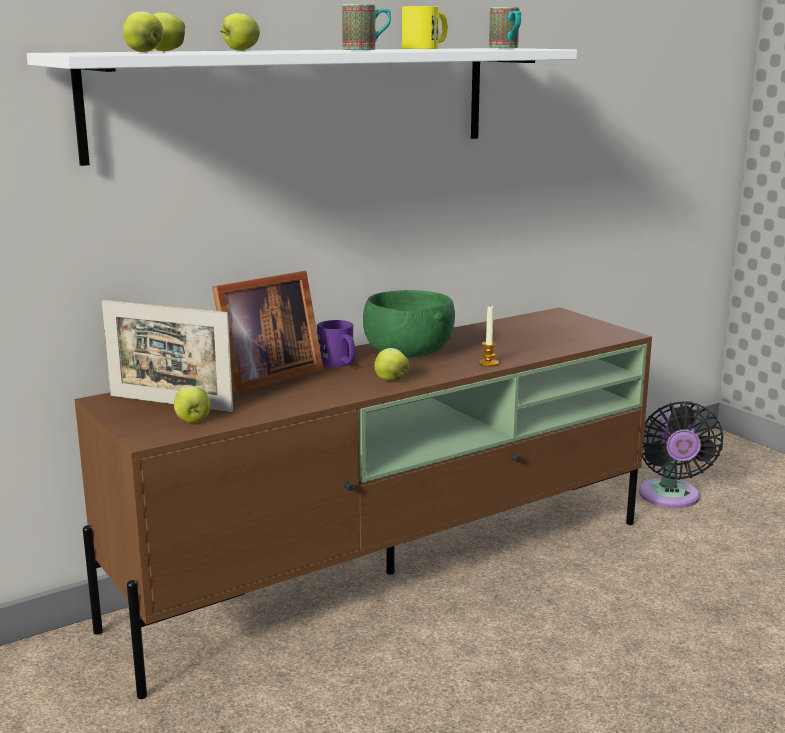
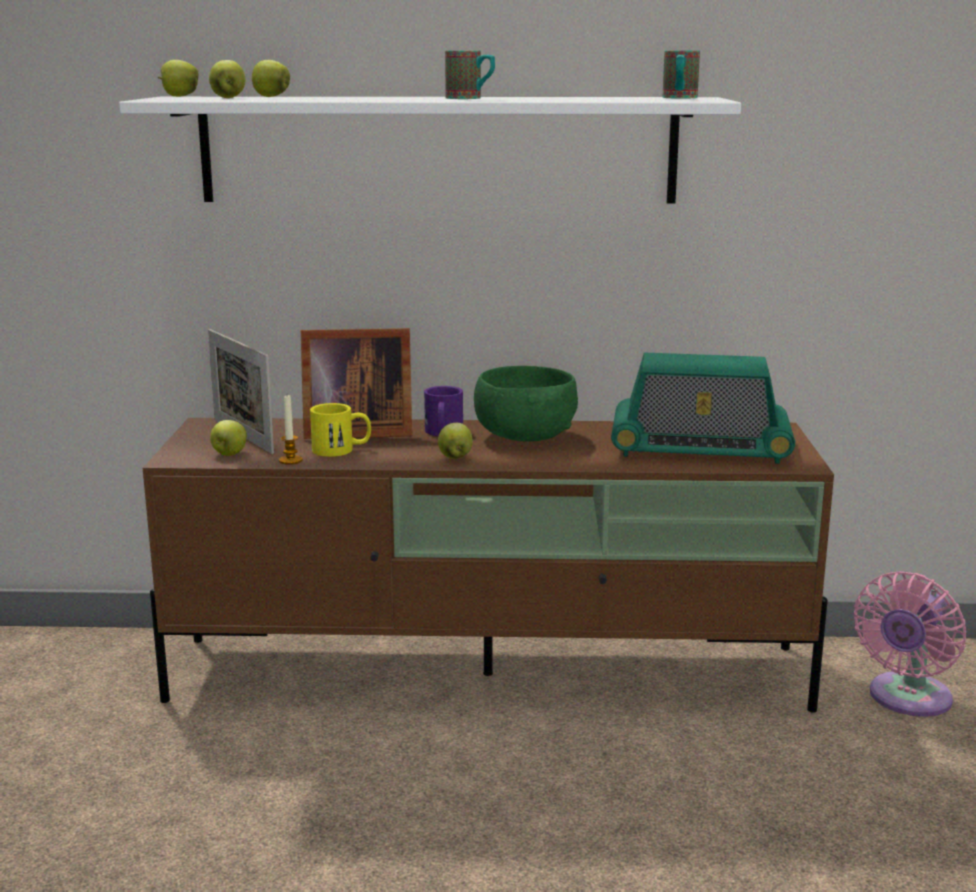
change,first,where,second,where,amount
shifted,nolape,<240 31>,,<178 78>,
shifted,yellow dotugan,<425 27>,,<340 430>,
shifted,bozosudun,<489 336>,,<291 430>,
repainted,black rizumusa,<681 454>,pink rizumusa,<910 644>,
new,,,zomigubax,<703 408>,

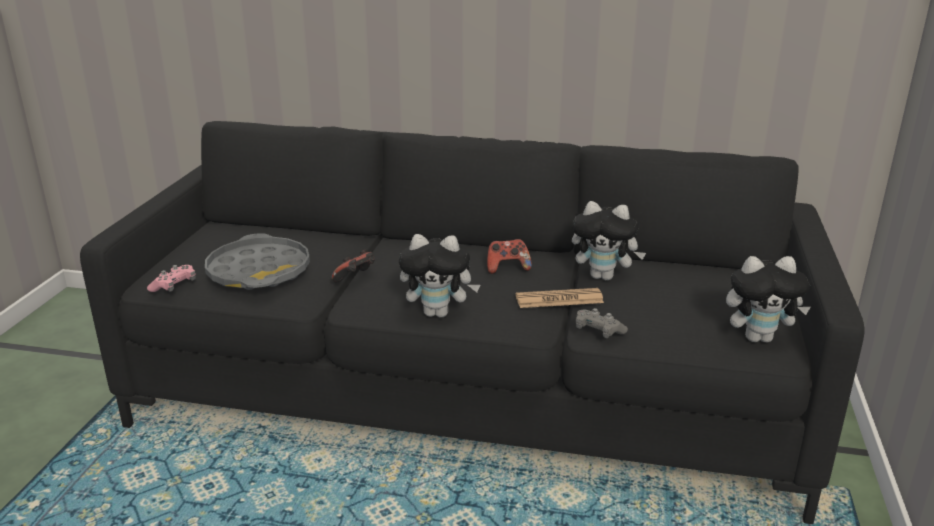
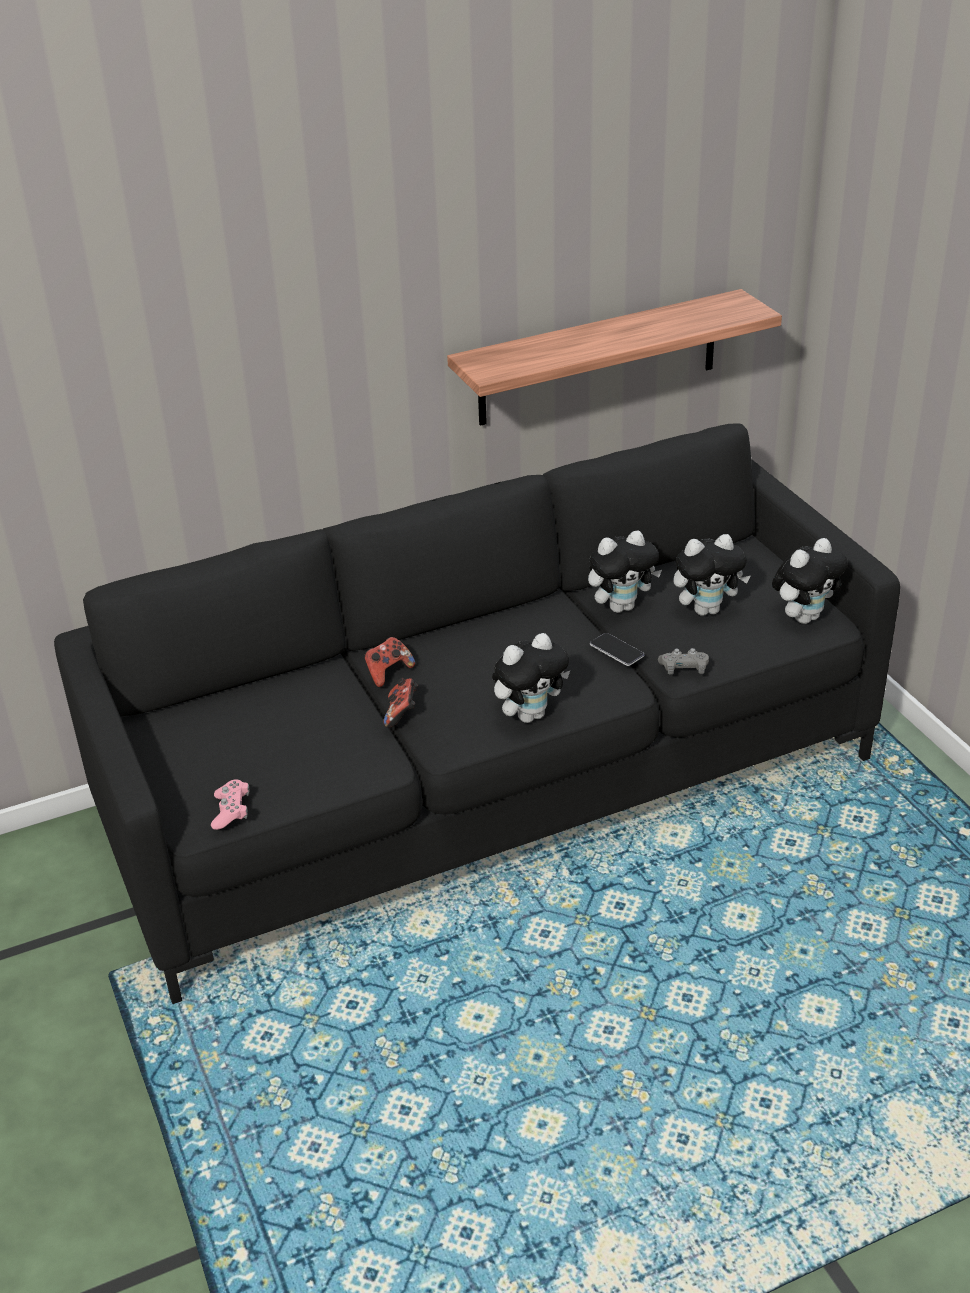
change,first,where,second,where,amount
gone,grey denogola,<257 261>,,,
shifted,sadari,<509 256>,,<389 662>,
swapped,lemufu,<560 298>,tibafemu,<617 649>,
new,,,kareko,<614 357>,
new,,,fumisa,<711 575>,

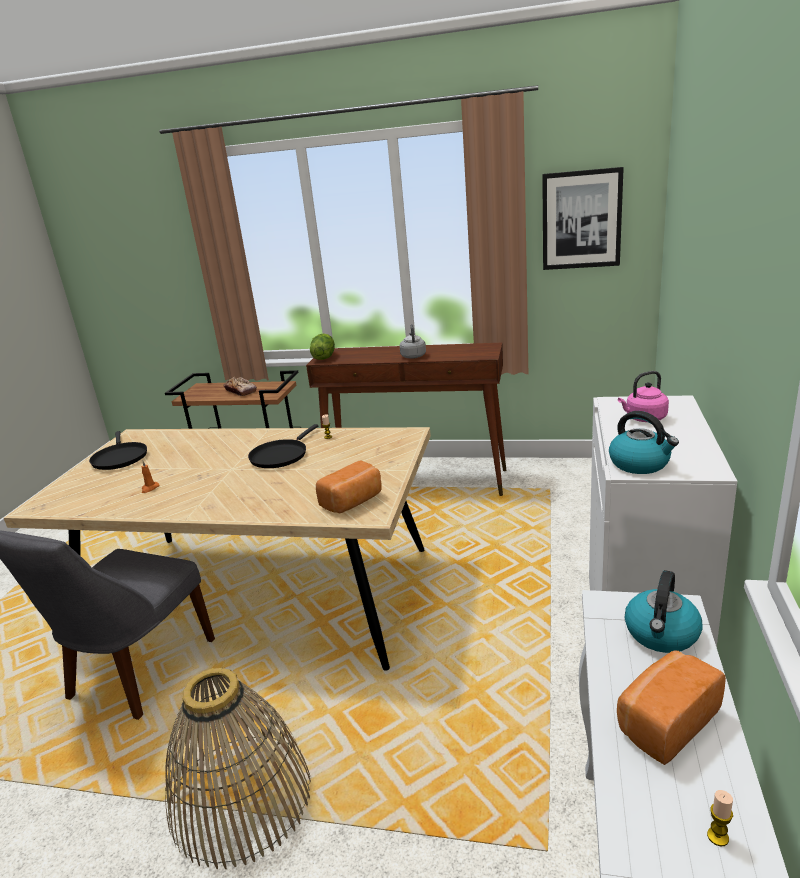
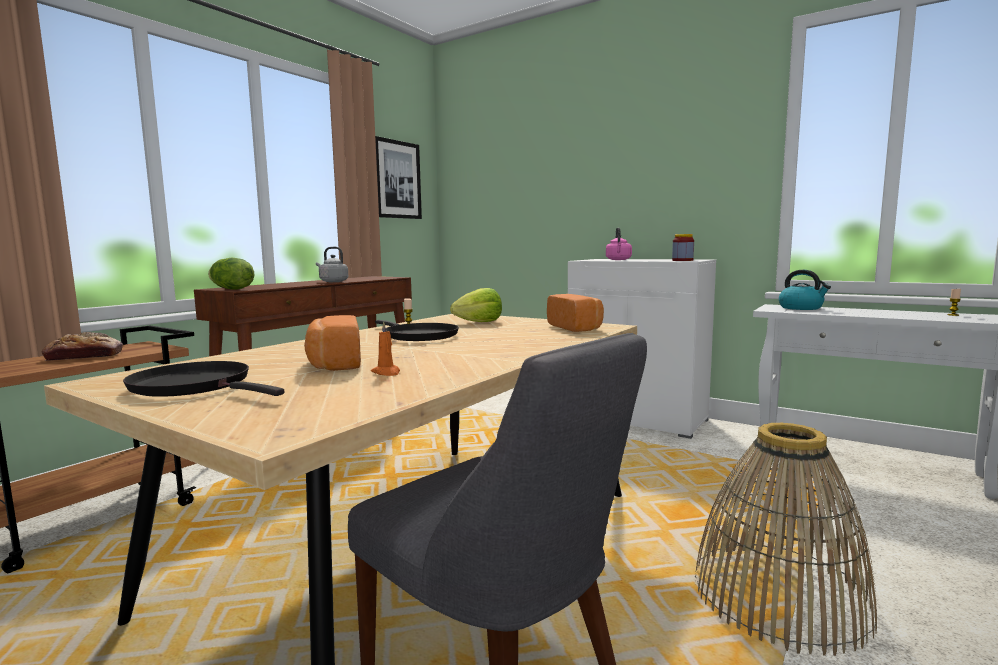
change,first,where,second,where,amount
rotated,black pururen,<118 450>,,<203 379>,150 degrees counterclockwise
swapped,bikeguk,<644 442>,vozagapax,<683 247>,
shifted,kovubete,<671 707>,,<332 343>,
new,,,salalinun,<476 305>,

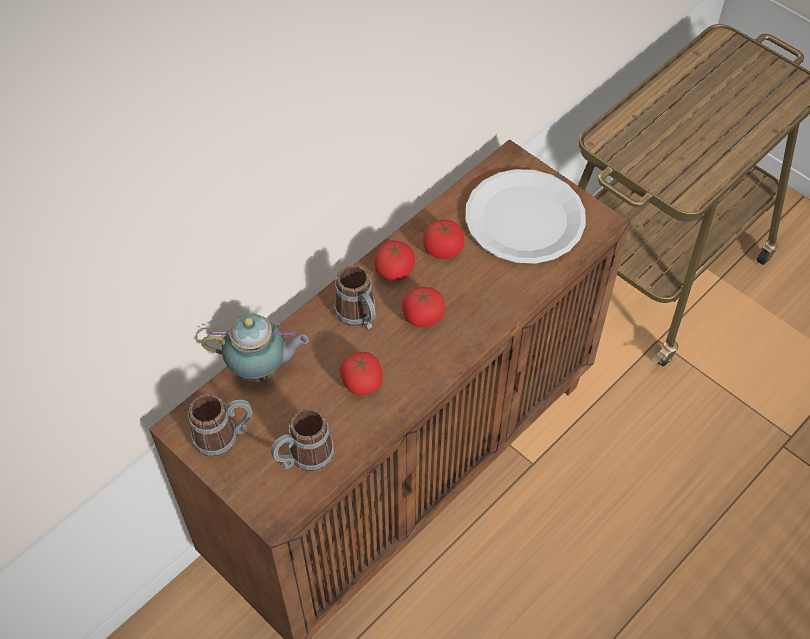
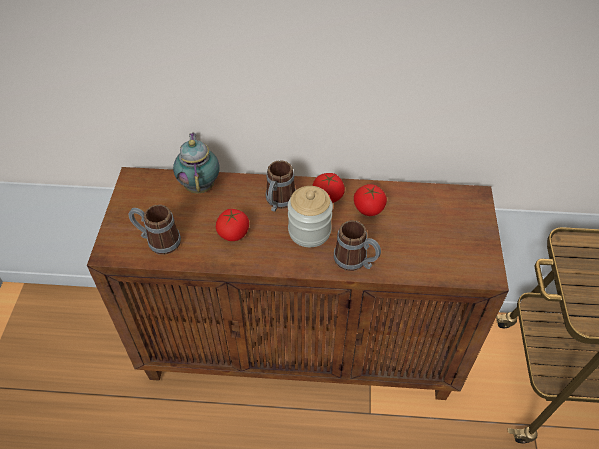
change,first,where,second,where,amount
shifted,dotugan,<220 425>,,<357 245>,
rotated,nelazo,<255 347>,,<196 163>,150 degrees counterclockwise
swapped,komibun,<423 307>,vozagapax,<310 216>,
gone,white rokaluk,<525 216>,,,

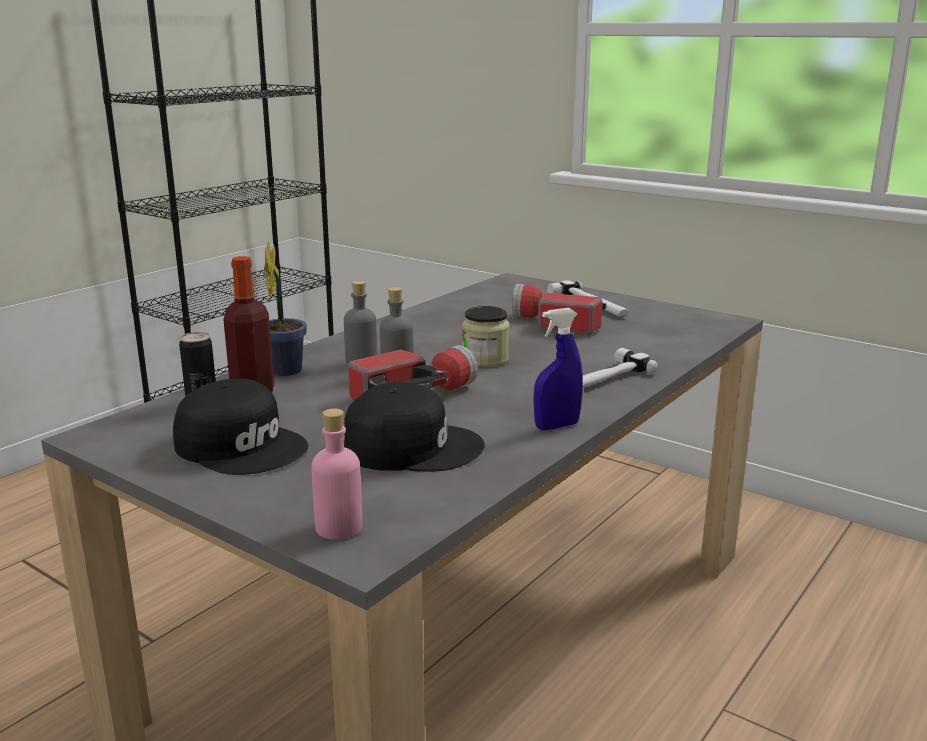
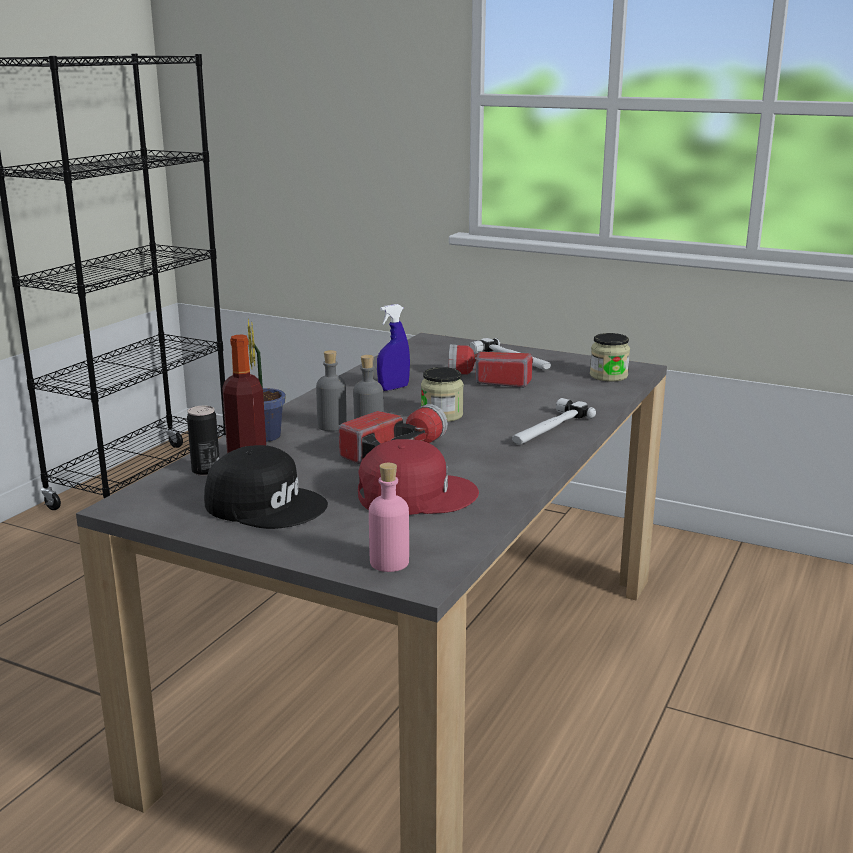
change,first,where,second,where,amount
repainted,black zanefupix,<414 427>,red zanefupix,<418 477>,
shifted,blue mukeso,<558 369>,,<393 347>,
new,,,vozagapax,<610 357>,

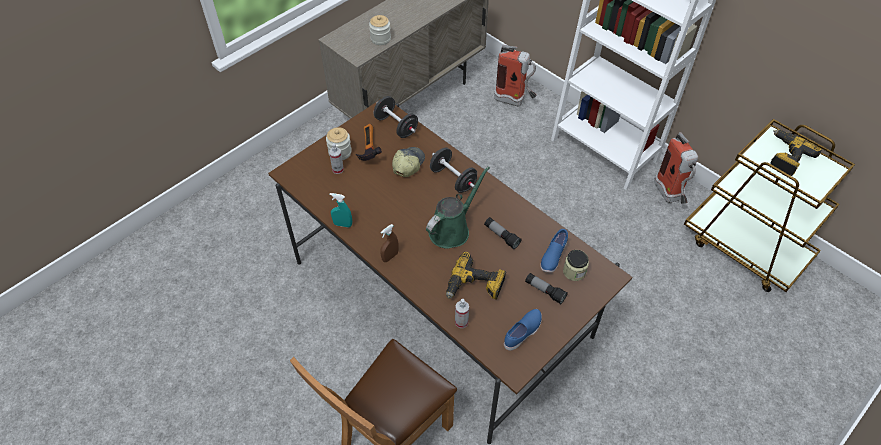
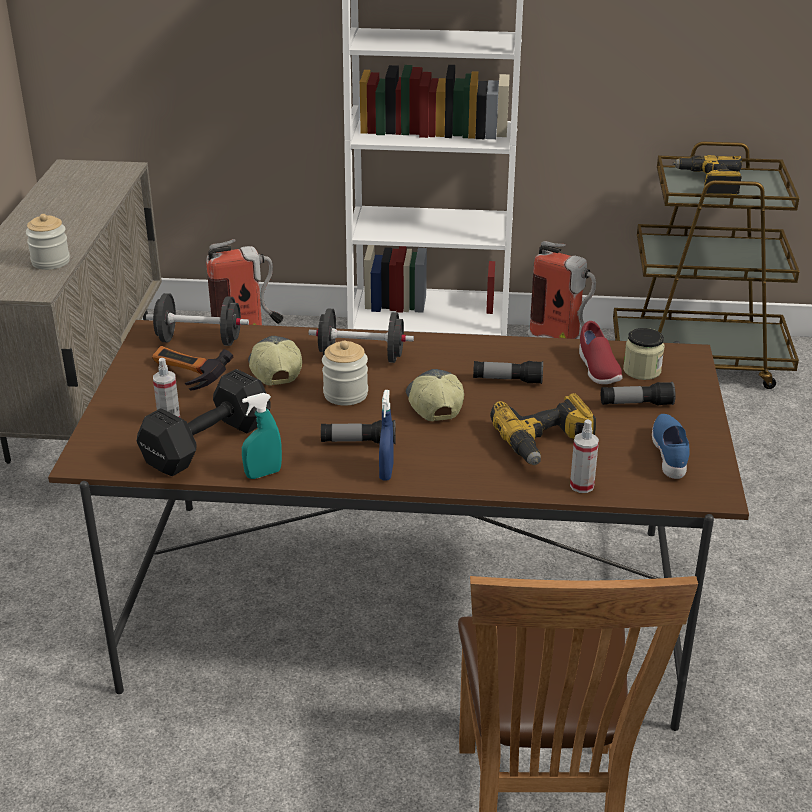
change,first,where,second,where,amount
shifted,vozagapax,<339 143>,,<345 373>,
repainted,brown mukeso,<389 243>,blue mukeso,<386 435>,
swapped,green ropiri,<458 207>,zanefupix,<435 395>,
repainted,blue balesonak,<554 251>,red balesonak,<601 352>,
new,,,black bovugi,<203 422>,
new,,,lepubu,<358 432>,

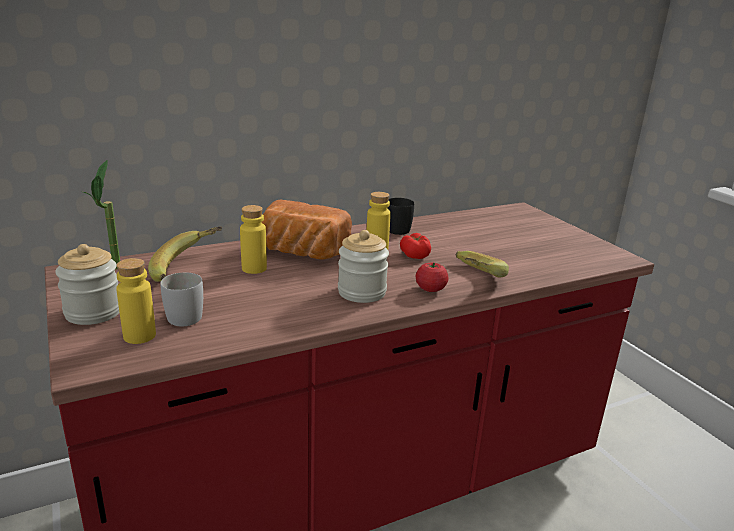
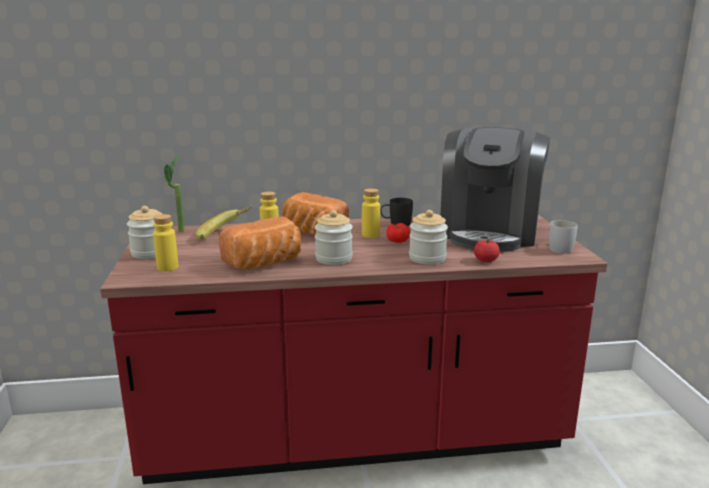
change,first,where,second,where,amount
shifted,white dotugan,<181 299>,,<563 237>,
shifted,komibun,<432 277>,,<487 250>,
swapped,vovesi,<482 264>,vozagapax,<428 237>,
new,,,kovubete,<260 243>,
new,,,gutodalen,<495 189>,

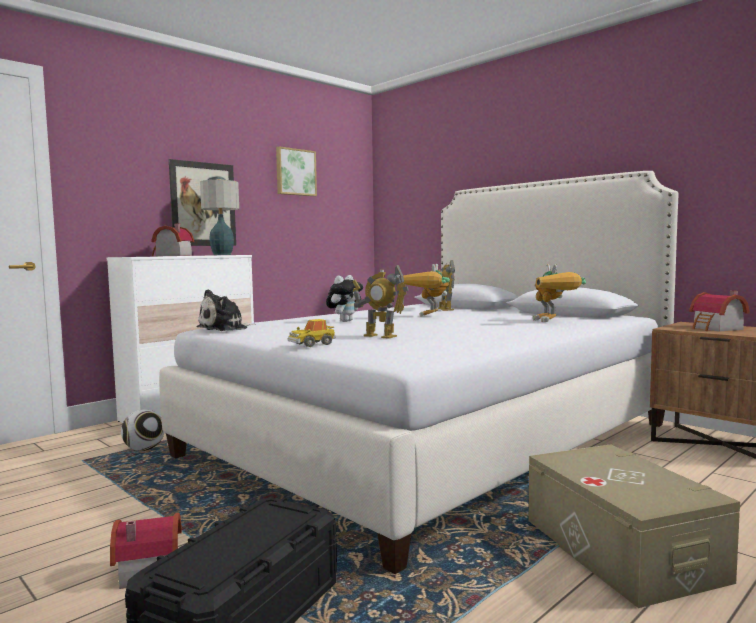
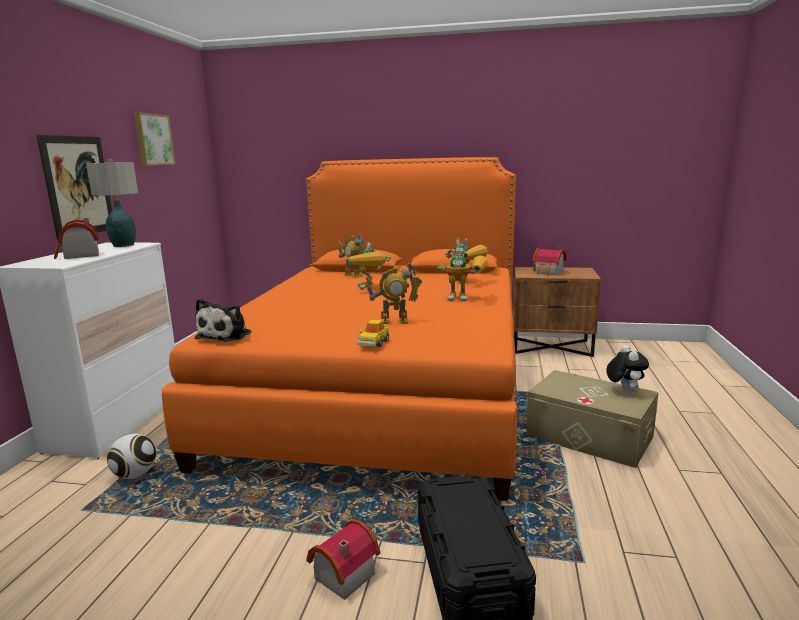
change,first,where,second,where,amount
repainted,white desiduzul,<418 372>,orange desiduzul,<339 329>,
shifted,fumisa,<344 298>,,<627 369>,
new,,,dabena,<462 276>,

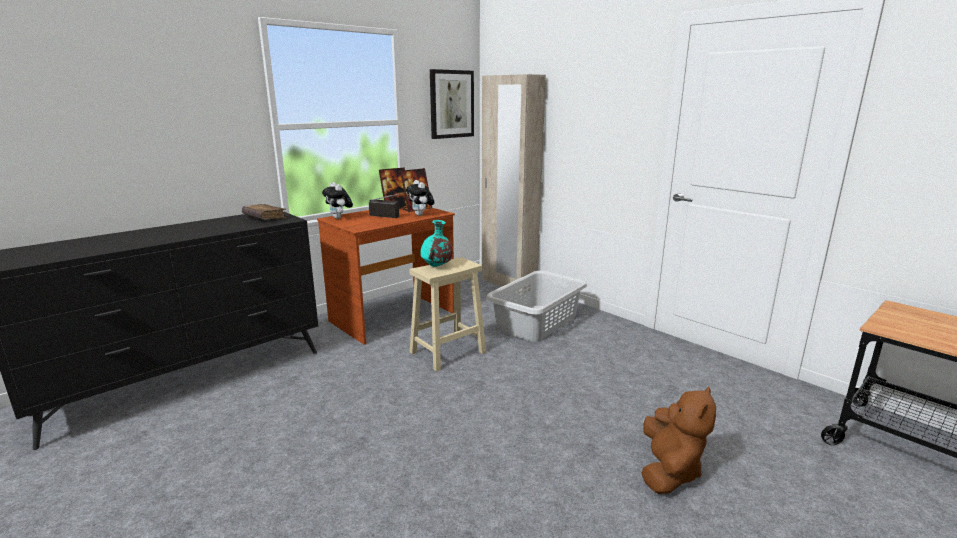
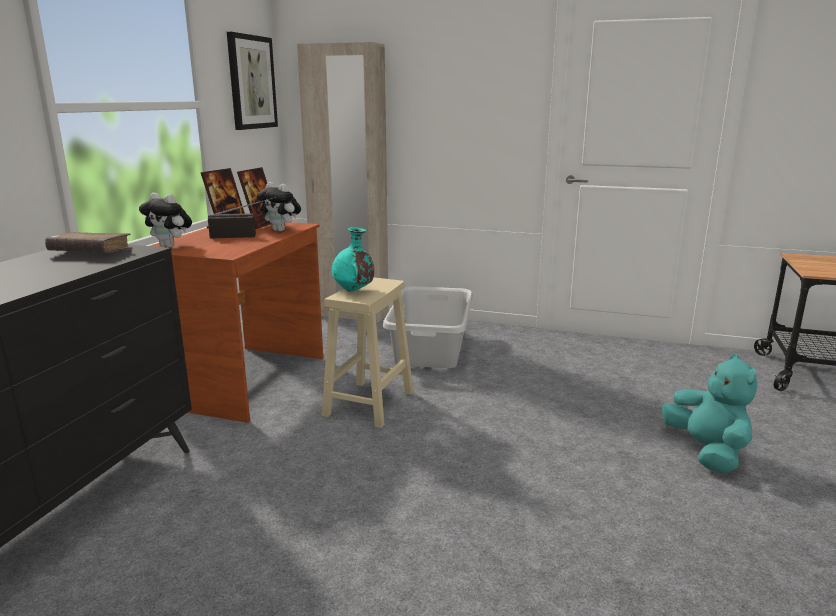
change,first,where,second,where,amount
repainted,brown fumisa,<678 440>,turquoise fumisa,<709 413>,

